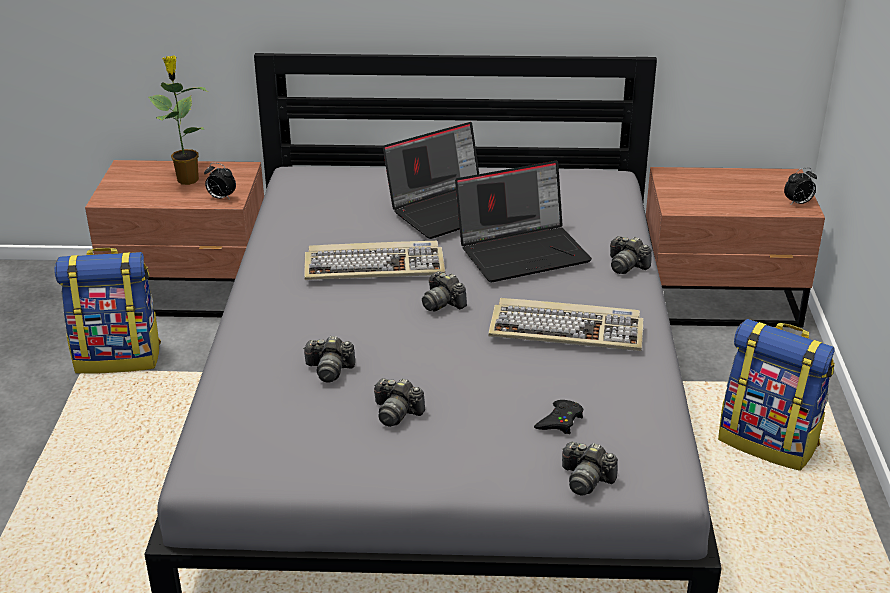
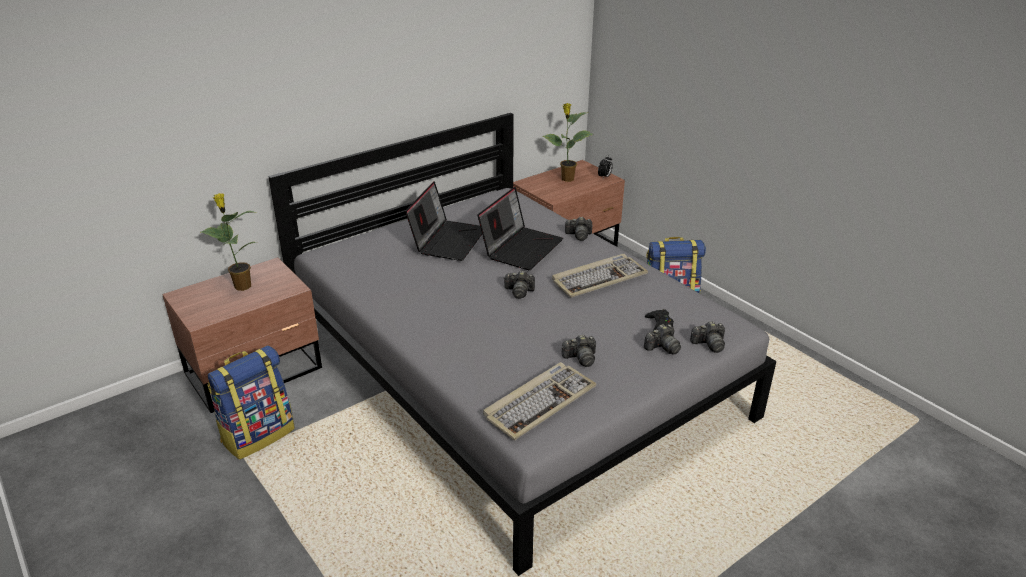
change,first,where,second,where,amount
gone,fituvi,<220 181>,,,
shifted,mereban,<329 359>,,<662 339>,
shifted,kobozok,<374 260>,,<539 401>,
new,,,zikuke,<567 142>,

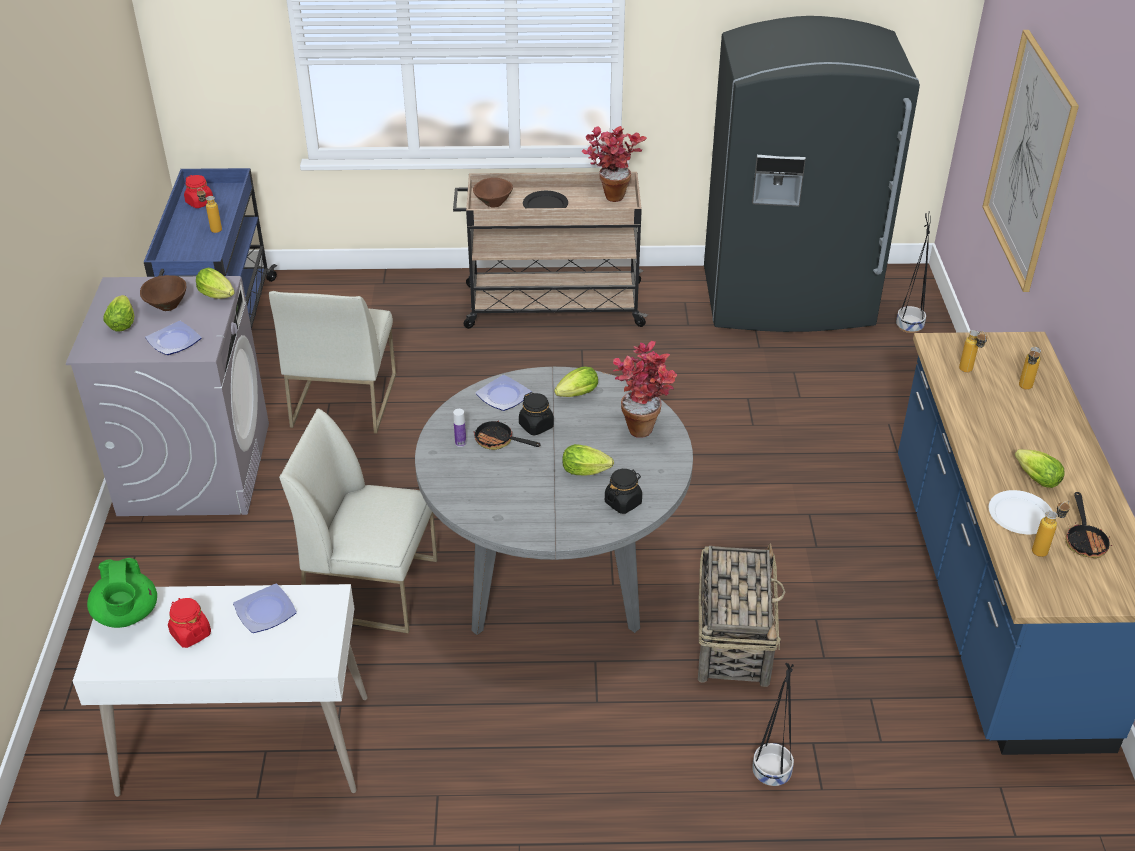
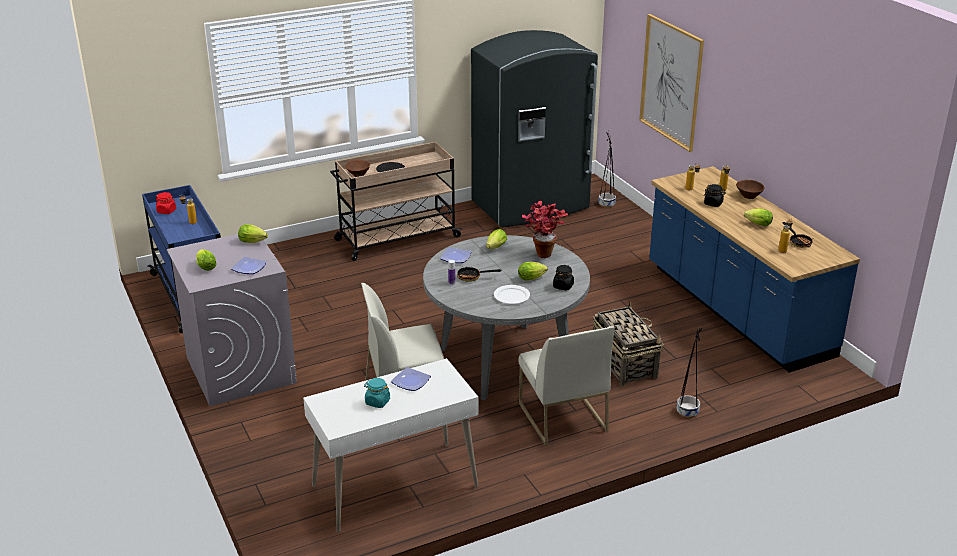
change,first,where,second,where,amount
gone,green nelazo,<122 593>,,,
shifted,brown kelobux,<163 293>,,<750 189>,
repainted,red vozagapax,<189 623>,turquoise vozagapax,<377 393>,
shifted,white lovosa,<332 362>,,<566 386>,
shifted,black vozagapax,<536 413>,,<715 195>,
gone,zikuke,<614 164>,,,
shifted,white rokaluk,<1020 512>,,<512 294>,

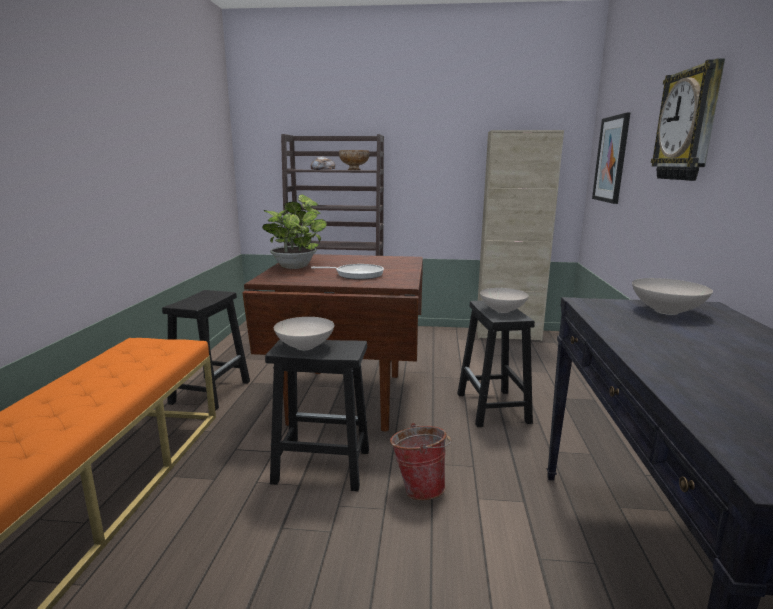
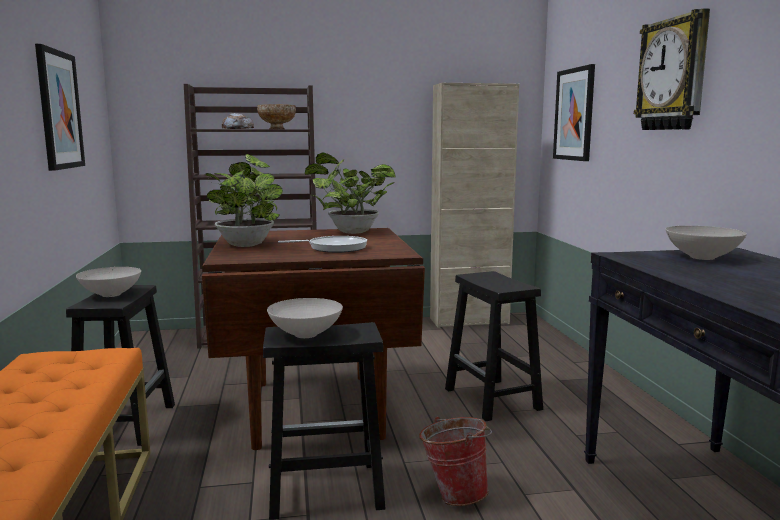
change,first,where,second,where,amount
shifted,white kelobux,<504 300>,,<108 282>,
new,,,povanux,<60 107>,
new,,,zikuke,<350 193>,

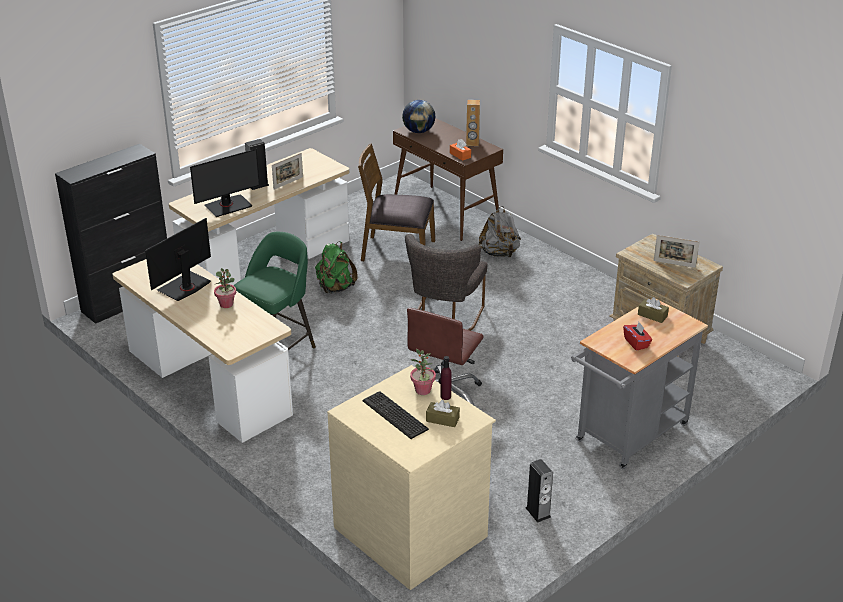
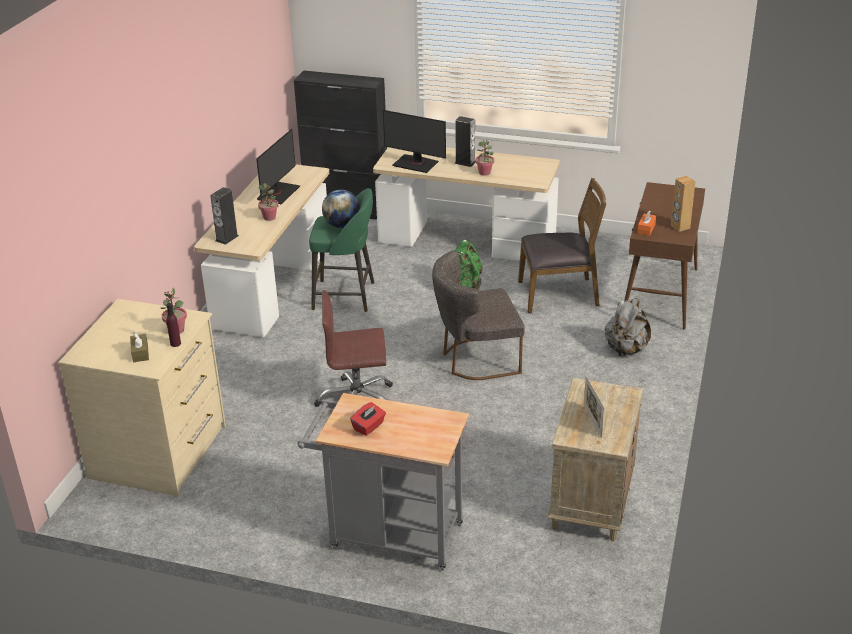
change,first,where,second,where,amount
rotated,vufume,<178 259>,,<278 166>,105 degrees clockwise
swapped,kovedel,<287 171>,zikuke,<484 158>,
rotated,brown lovosa,<396 202>,,<562 246>,105 degrees clockwise
gone,kobozok,<395 415>,,,
shifted,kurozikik,<418 116>,,<341 209>,
shifted,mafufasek,<539 491>,,<224 216>,
gone,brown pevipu,<653 310>,,,

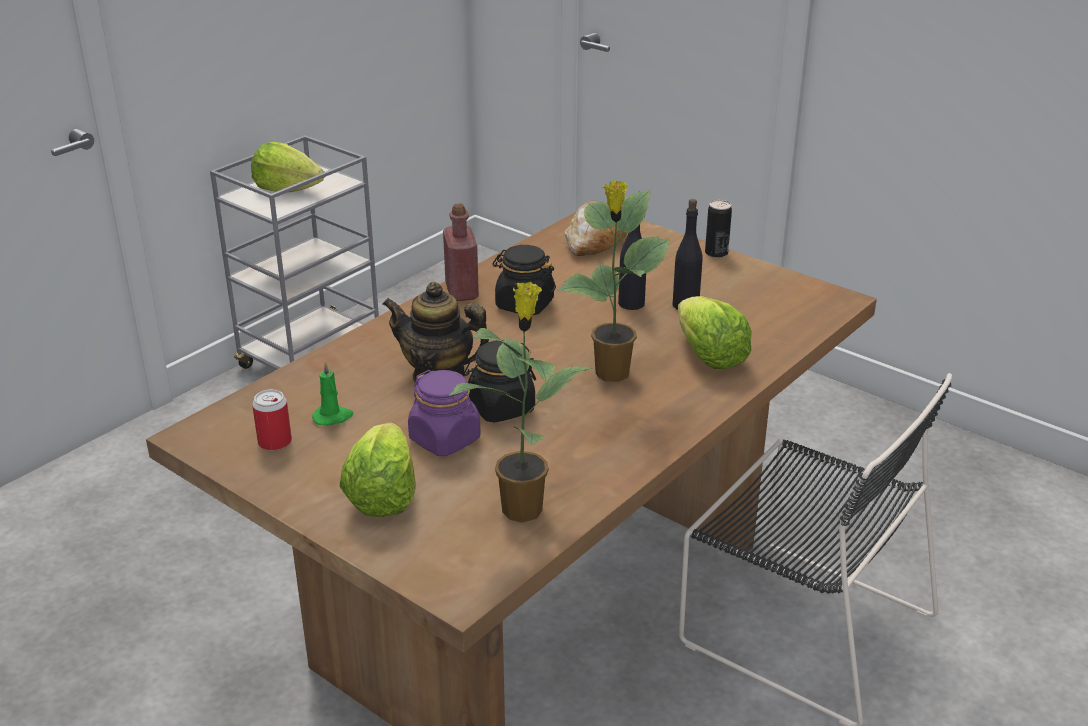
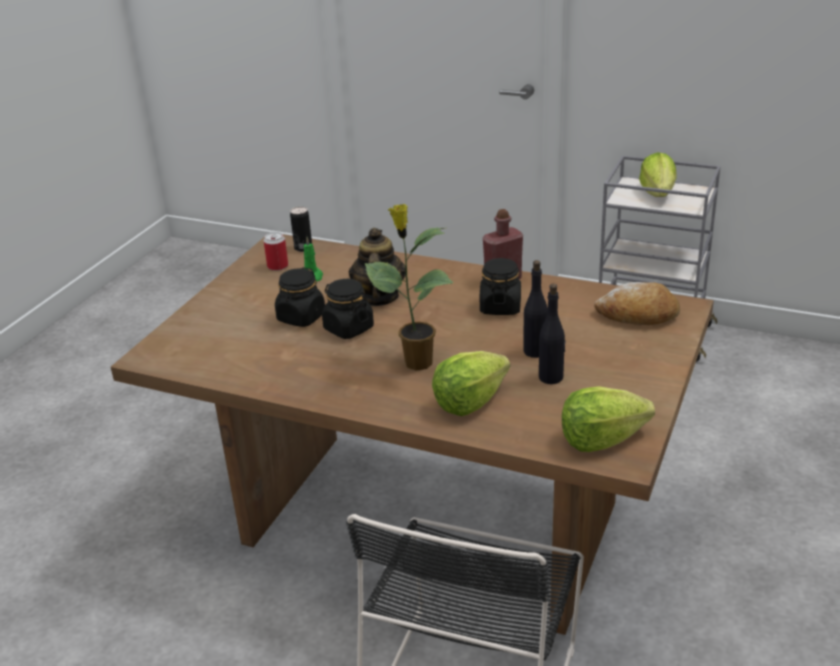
change,first,where,second,where,amount
shifted,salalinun,<377 470>,,<608 419>,
repainted,purple vozagapax,<444 413>,black vozagapax,<300 297>,
gone,zikuke,<521 402>,,,
shifted,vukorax,<718 229>,,<301 229>,

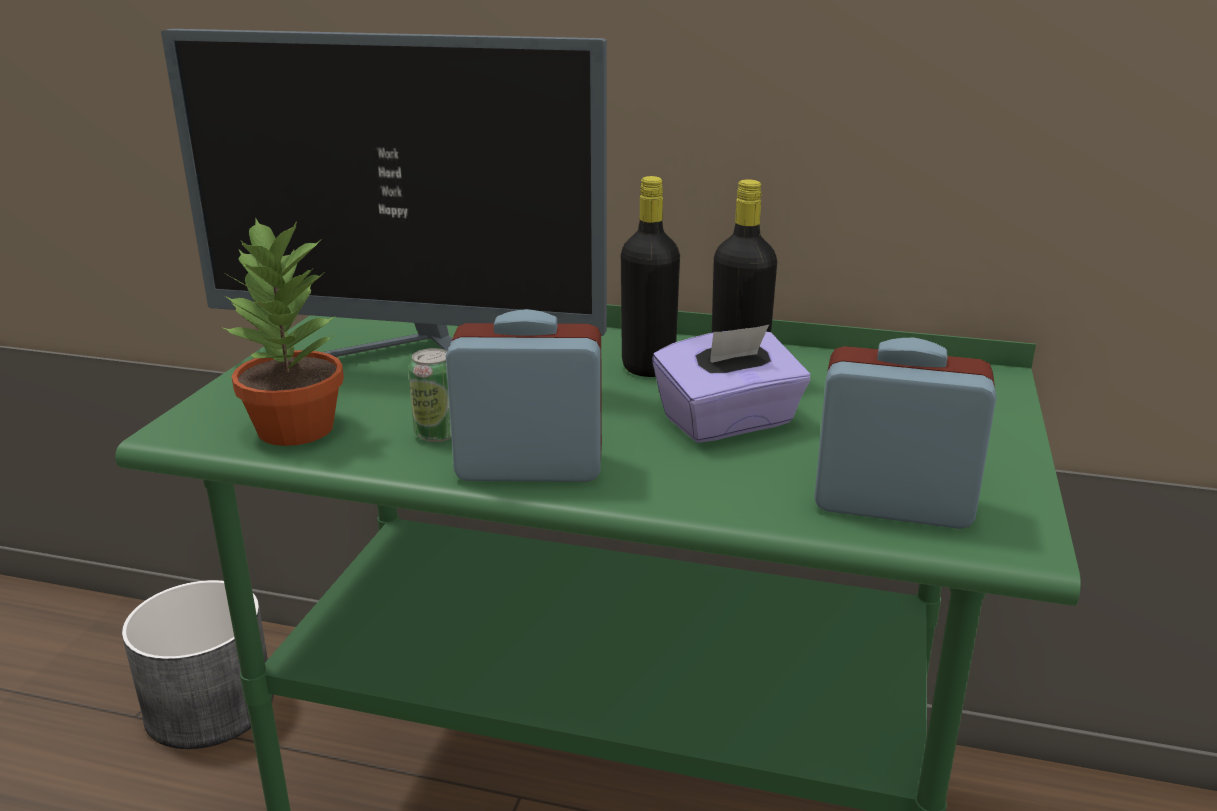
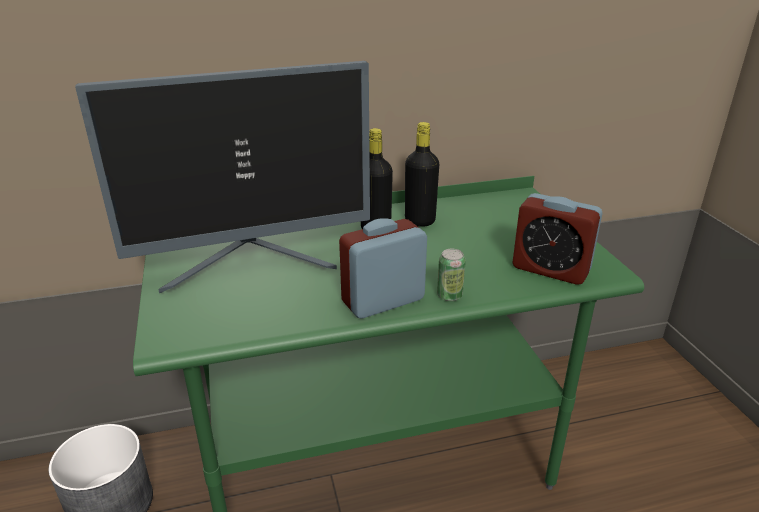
change,first,where,second,where,amount
gone,zikuke,<282 332>,,,
shifted,vukorax,<429 395>,,<451 275>,
gone,purple pevipu,<731 384>,,,
rotated,fituvi,<905 433>,,<558 239>,135 degrees counterclockwise

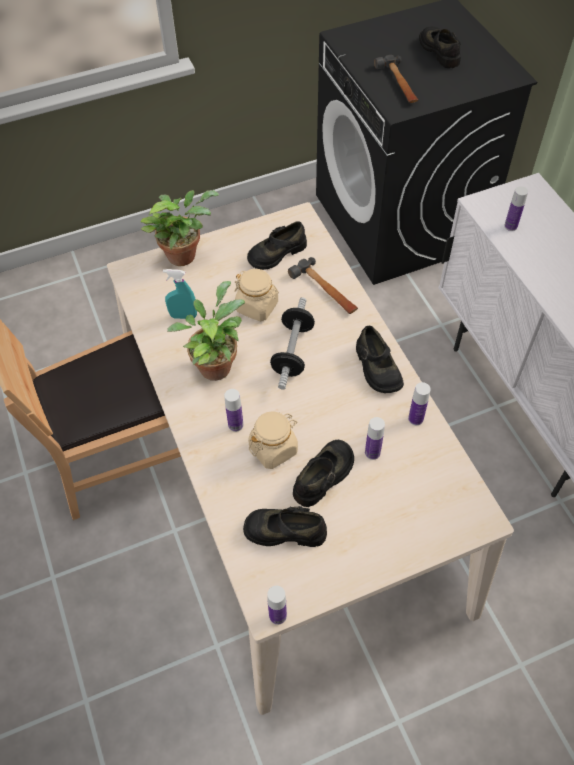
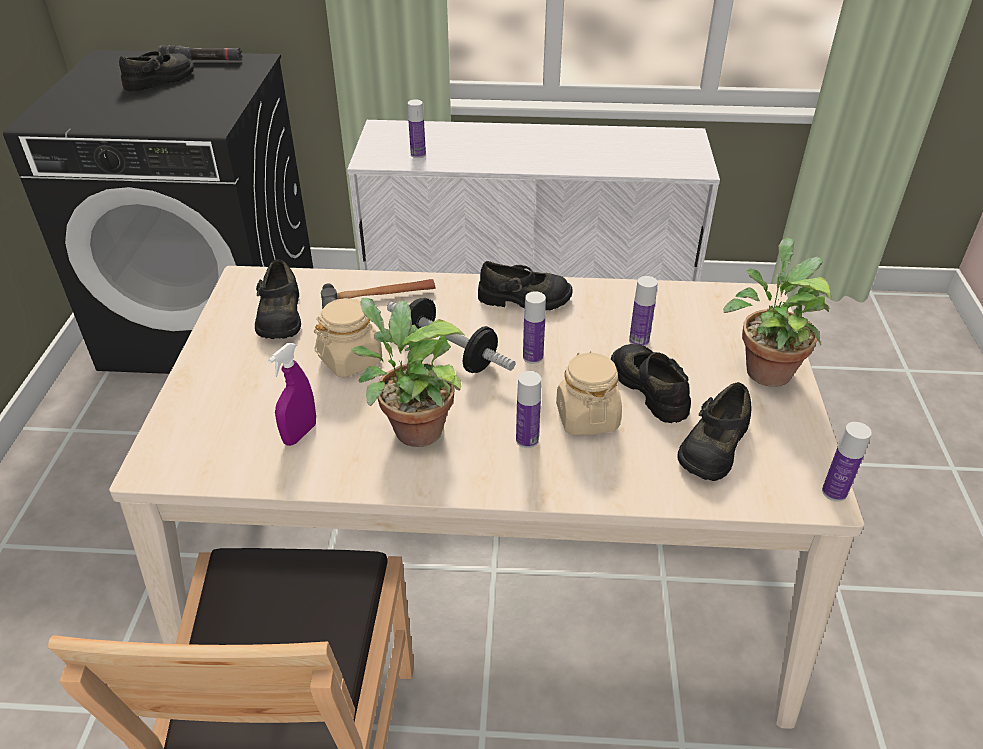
change,first,where,second,where,amount
shifted,zikuke,<180 228>,,<777 312>,
repainted,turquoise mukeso,<180 294>,purple mukeso,<292 394>,
gone,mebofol,<396 79>,,,
shifted,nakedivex,<419 403>,,<534 327>,
rotated,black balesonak,<440 47>,,<156 71>,135 degrees clockwise
new,,,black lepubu,<200 53>,

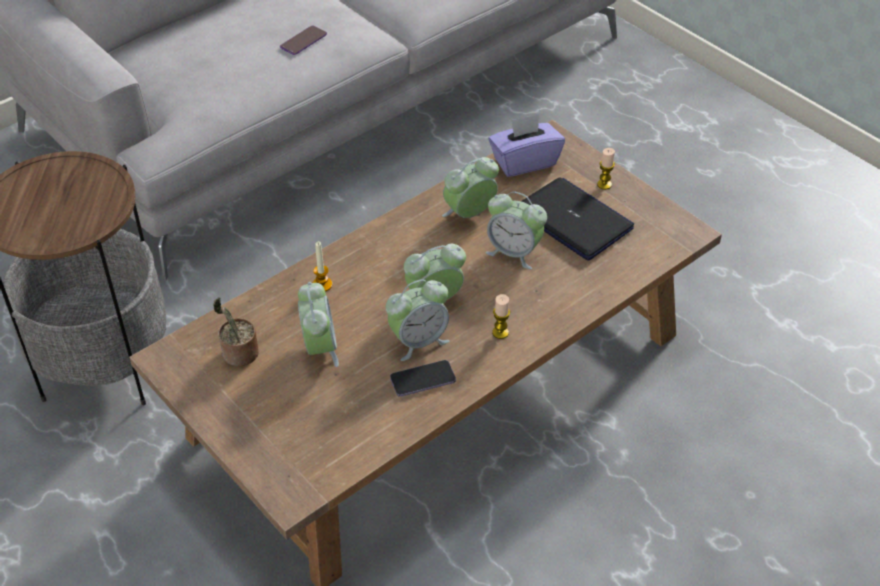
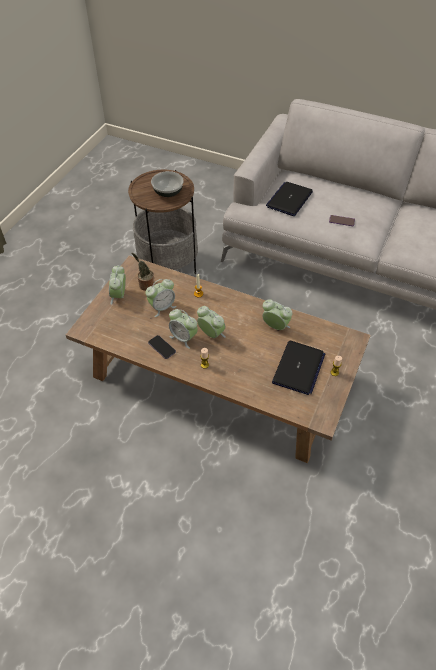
change,first,where,second,where,amount
shifted,fituvi,<516 230>,,<117 285>,
gone,purple pevipu,<526 145>,,,
new,,,kelobux,<167 184>,
new,,,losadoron,<289 199>,

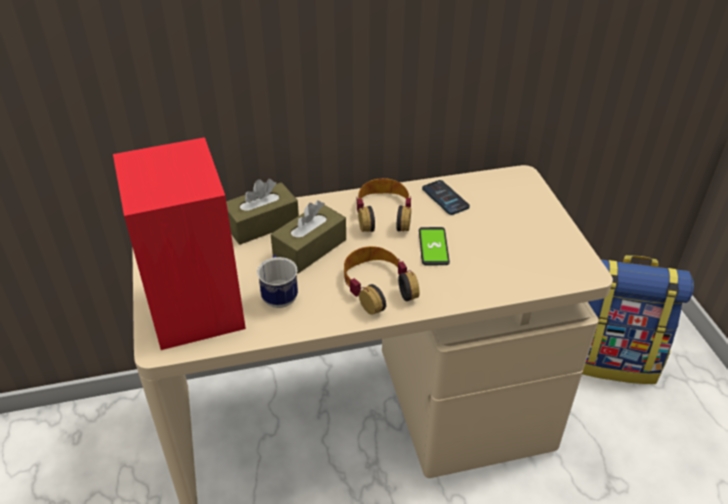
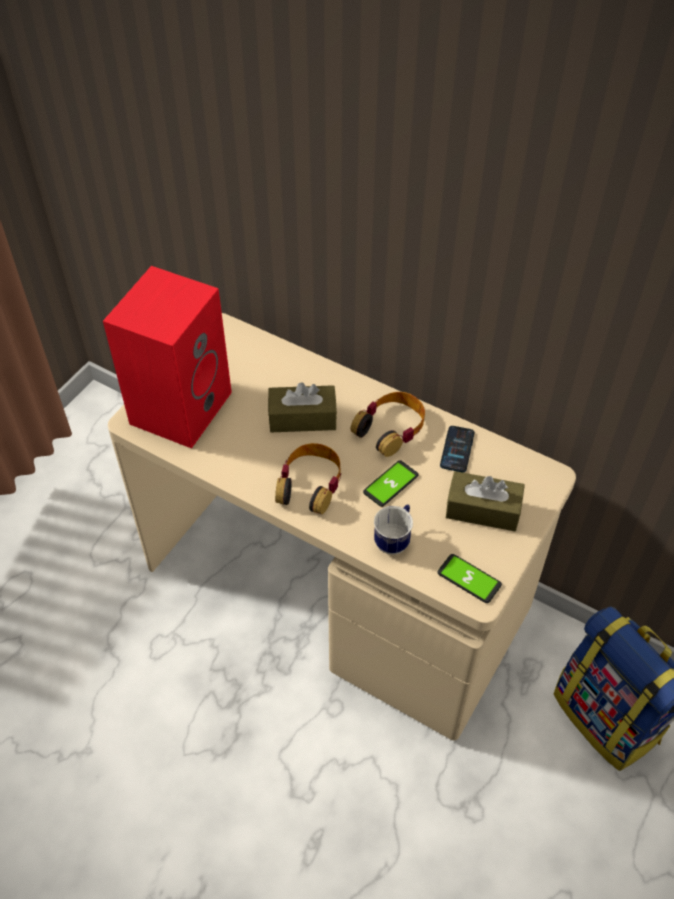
change,first,where,second,where,amount
shifted,brown pevipu,<262 212>,,<485 501>,
shifted,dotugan,<277 281>,,<393 529>,
new,,,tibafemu,<469 578>,

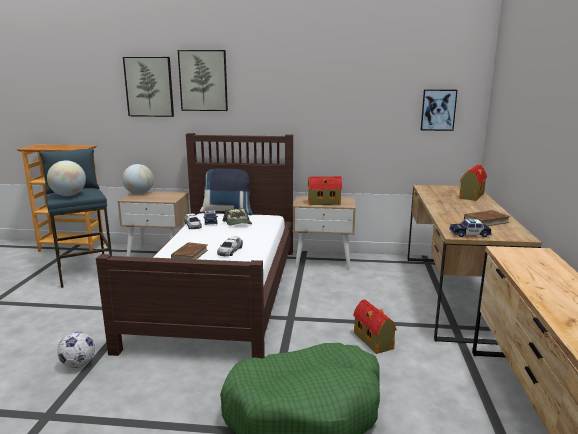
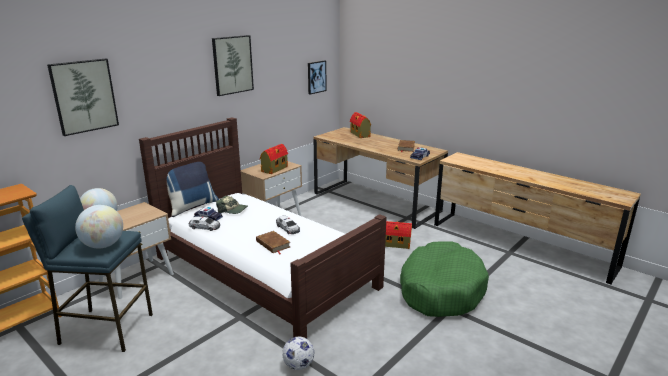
change,first,where,second,where,amount
shifted,povanux,<203 80>,,<233 65>,

